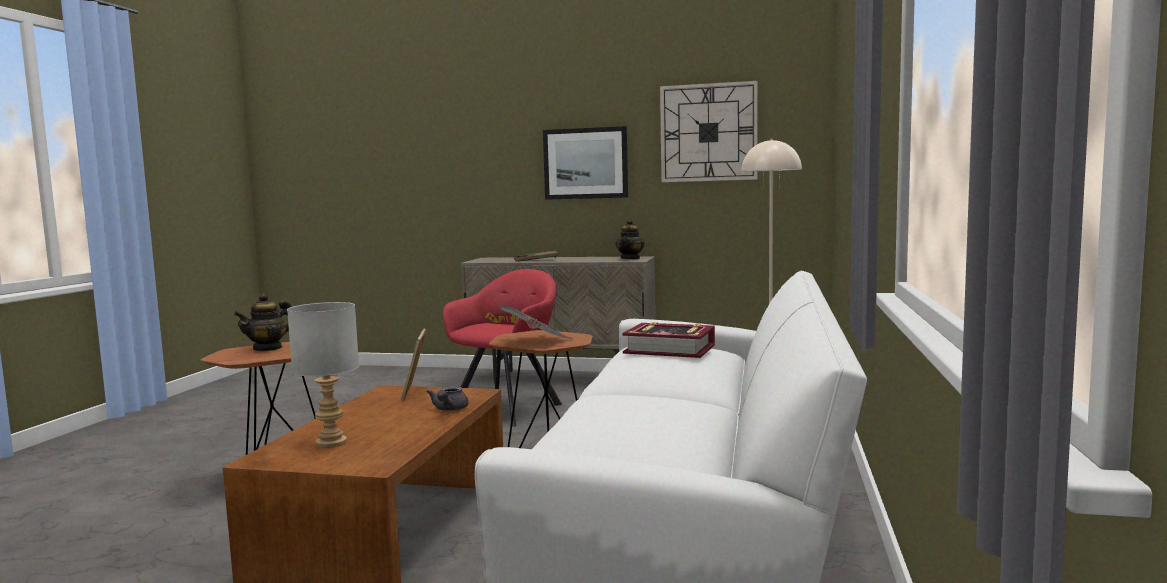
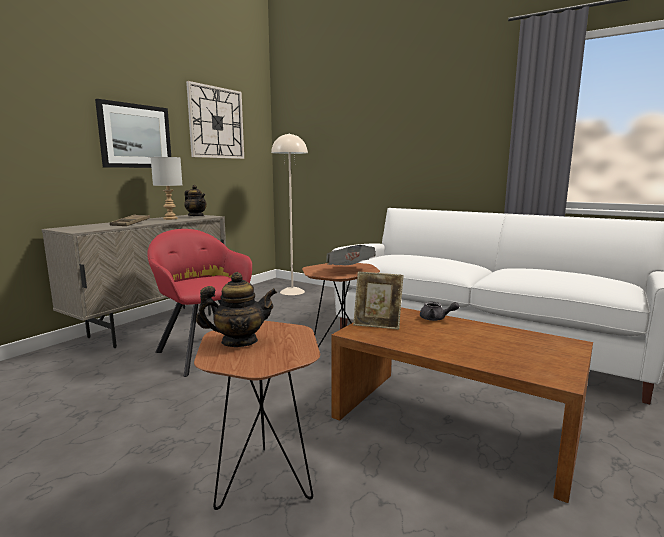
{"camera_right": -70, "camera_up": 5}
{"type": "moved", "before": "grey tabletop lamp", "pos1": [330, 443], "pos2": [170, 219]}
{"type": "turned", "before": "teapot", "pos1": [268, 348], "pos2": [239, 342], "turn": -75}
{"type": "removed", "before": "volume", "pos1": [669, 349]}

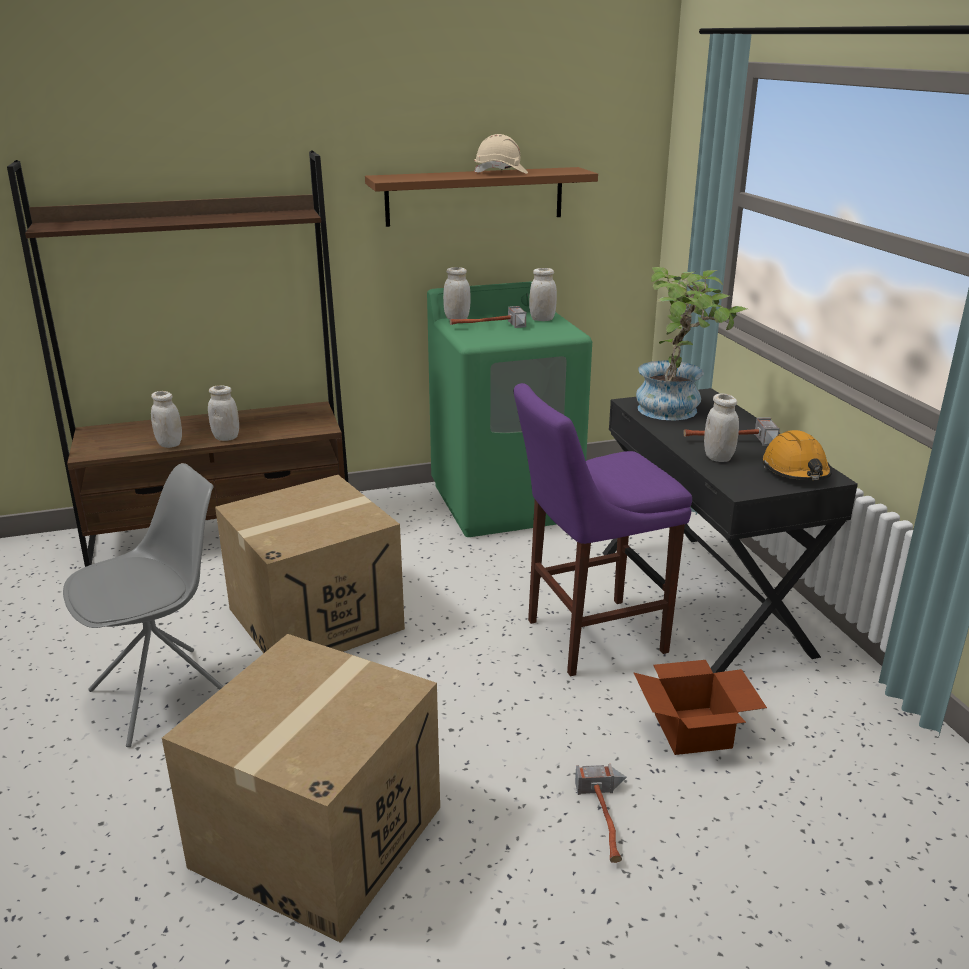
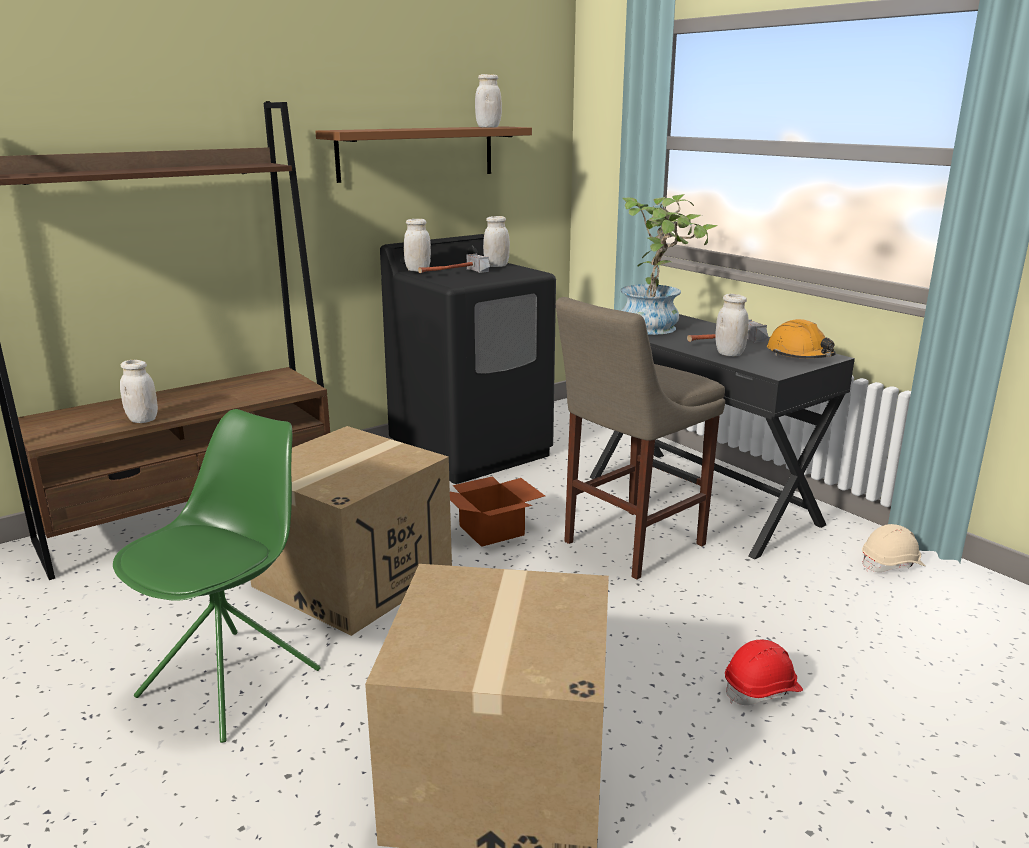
{"camera_right": -20, "camera_up": -5}
{"type": "recoloured", "before": "grey upright chair", "after": "greenish upright chair", "pos1": [166, 695], "pos2": [233, 681]}
{"type": "recoloured", "before": "greenish laundry appliance", "after": "blackish laundry appliance", "pos1": [506, 502], "pos2": [471, 450]}
{"type": "moved", "before": "cardboard box", "pos1": [695, 731], "pos2": [493, 530]}
{"type": "moved", "before": "white preserve jar", "pos1": [226, 437], "pos2": [488, 127]}
{"type": "recoloured", "before": "purplish stool", "after": "beige stool", "pos1": [589, 637], "pos2": [628, 545]}
{"type": "replaced", "before": "hammer", "after": "reddish work helmet", "pos1": [610, 822], "pos2": [762, 690]}
{"type": "moved", "before": "beige work helmet", "pos1": [501, 173], "pos2": [892, 564]}

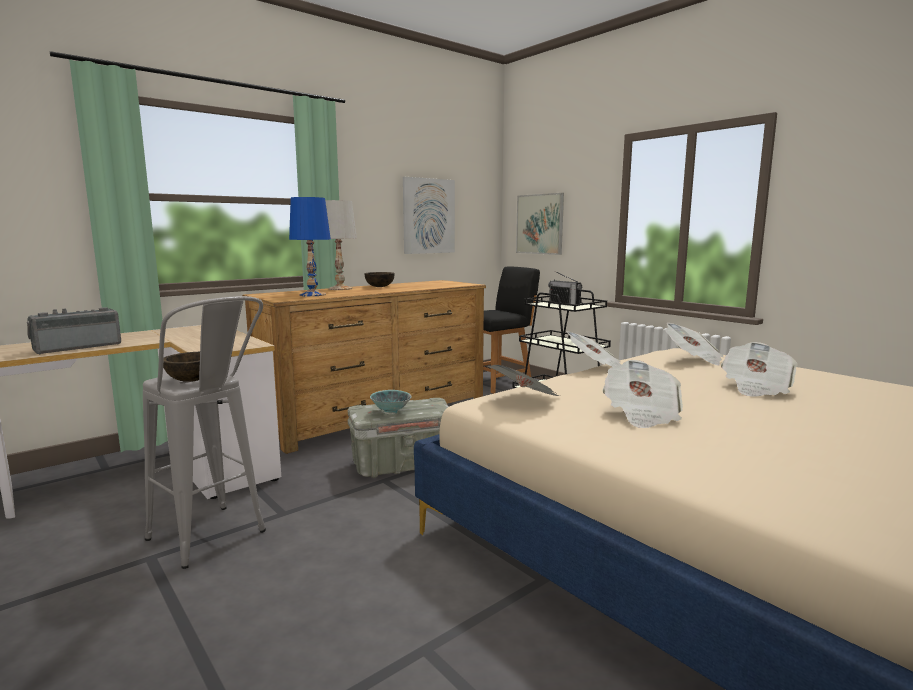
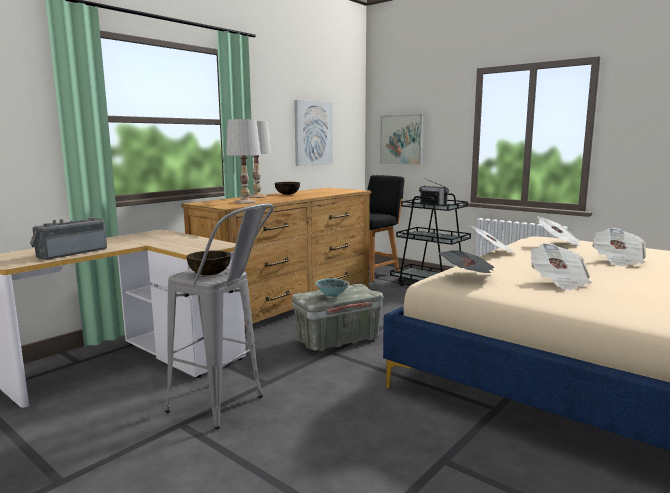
{"camera_right": -10, "camera_up": 0}
{"type": "recoloured", "before": "blue tabletop lamp", "after": "white tabletop lamp", "pos1": [312, 295], "pos2": [245, 202]}

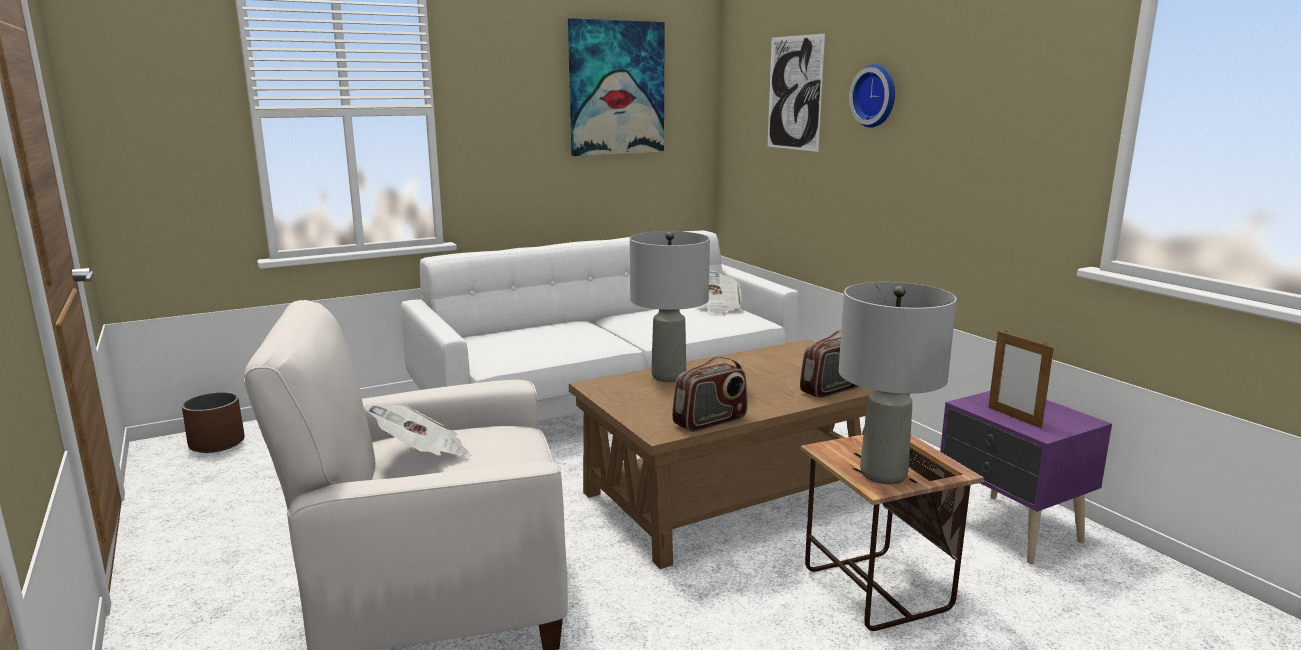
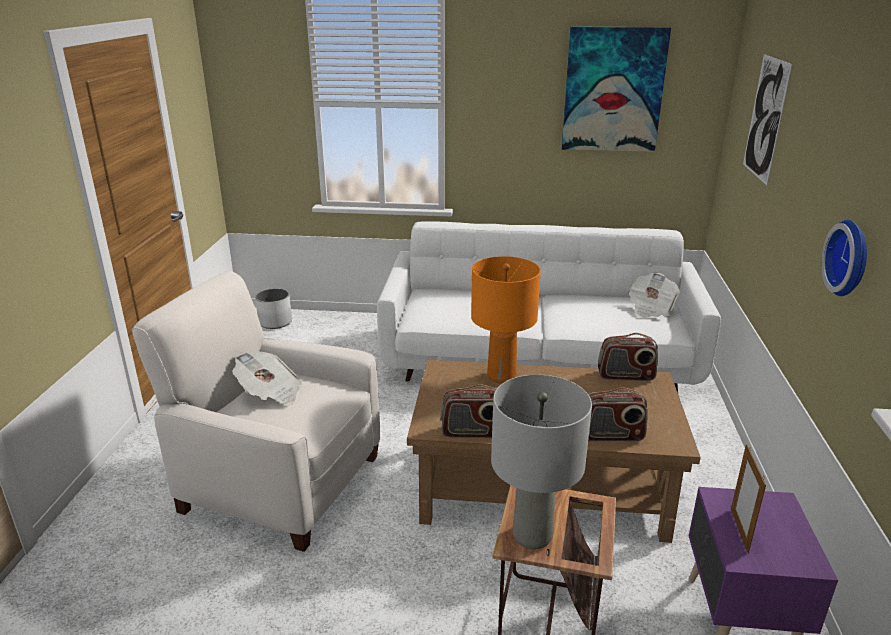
{"camera_right": 35, "camera_up": 10}
{"type": "recoloured", "before": "brownish plant pot", "after": "white plant pot", "pos1": [217, 443], "pos2": [275, 322]}
{"type": "recoloured", "before": "grey tabletop lamp", "after": "orange tabletop lamp", "pos1": [669, 376], "pos2": [502, 376]}
{"type": "added", "after": "radio receiver", "pos2": [625, 376]}
{"type": "moved", "before": "clock on the wall", "pos1": [876, 96], "pos2": [851, 258]}

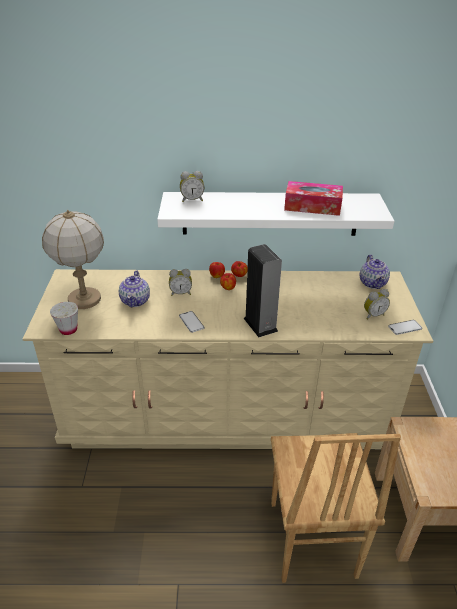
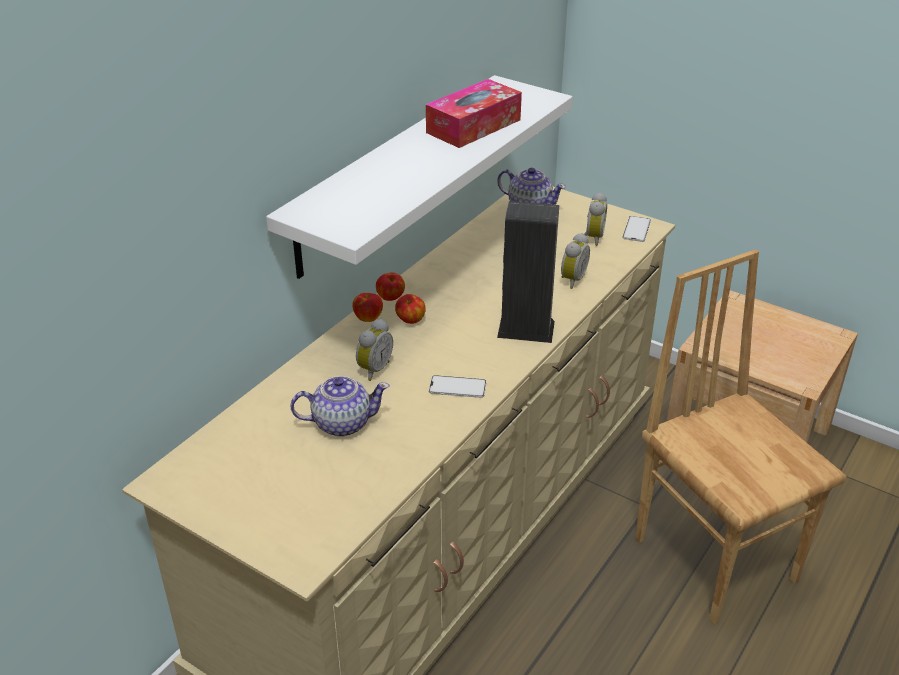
{"camera_right": -55, "camera_up": 0}
{"type": "turned", "before": "teapot", "pos1": [135, 300], "pos2": [341, 423], "turn": -45}
{"type": "moved", "before": "alarm clock", "pos1": [192, 200], "pos2": [571, 280]}
{"type": "turned", "before": "brownish upright chair", "pos1": [310, 539], "pos2": [716, 557], "turn": -150}
{"type": "removed", "before": "tabletop lamp", "pos1": [85, 299]}
{"type": "removed", "before": "white drinking cup", "pos1": [68, 330]}

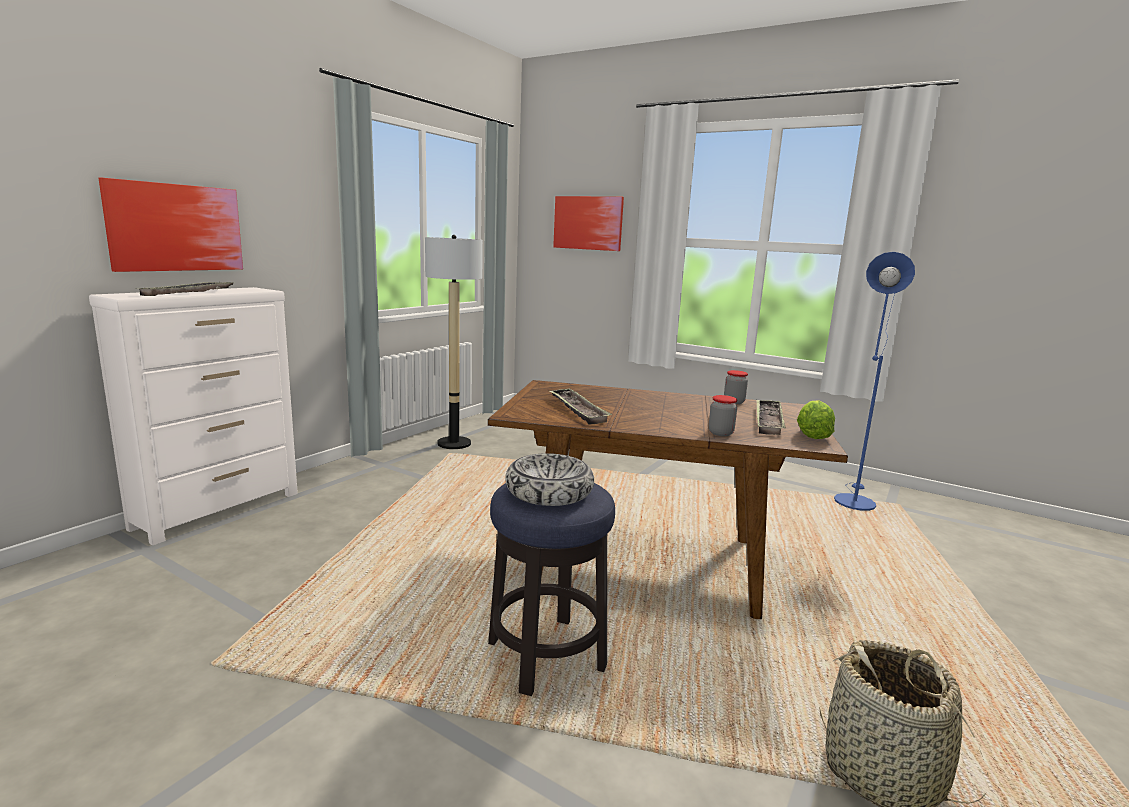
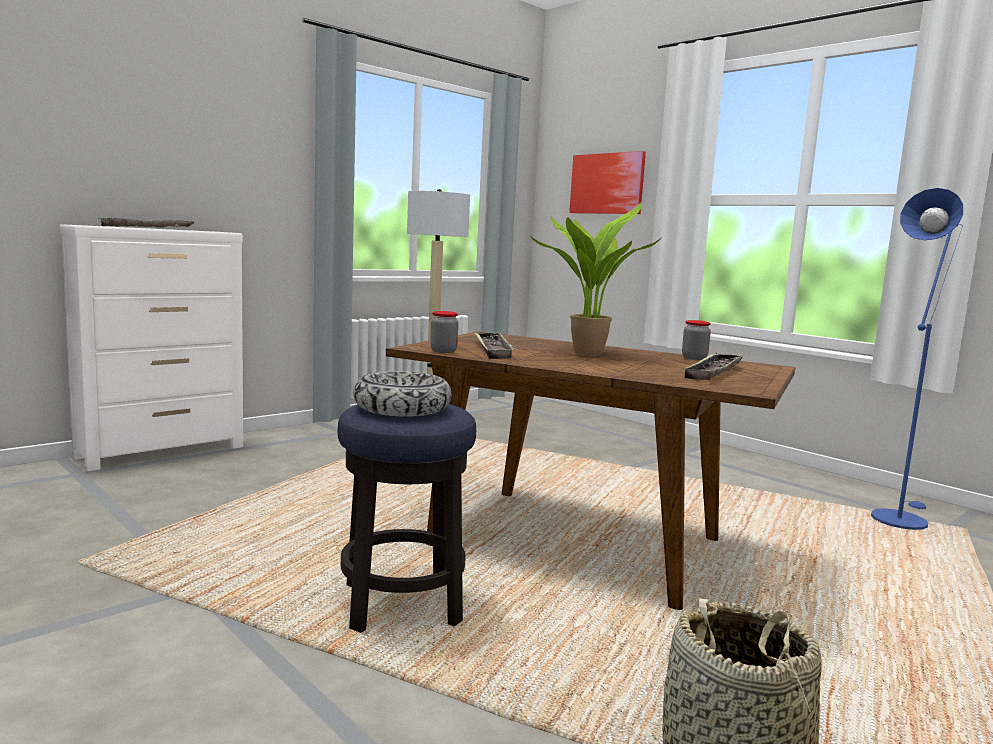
{"camera_right": 15, "camera_up": -5}
{"type": "moved", "before": "preserve jar", "pos1": [720, 433], "pos2": [443, 351]}
{"type": "added", "after": "potted plant", "pos2": [586, 354]}
{"type": "removed", "before": "picture", "pos1": [176, 227]}
{"type": "removed", "before": "lettuce head", "pos1": [812, 435]}

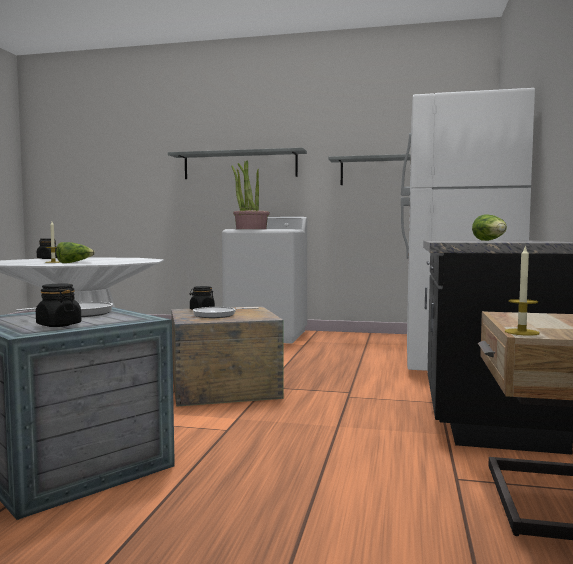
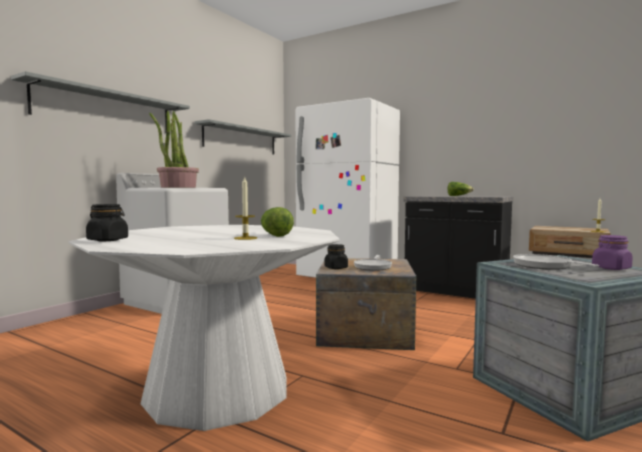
{"camera_right": -70, "camera_up": 0}
{"type": "recoloured", "before": "blackish preserve jar", "after": "purplish preserve jar", "pos1": [58, 325], "pos2": [611, 268]}

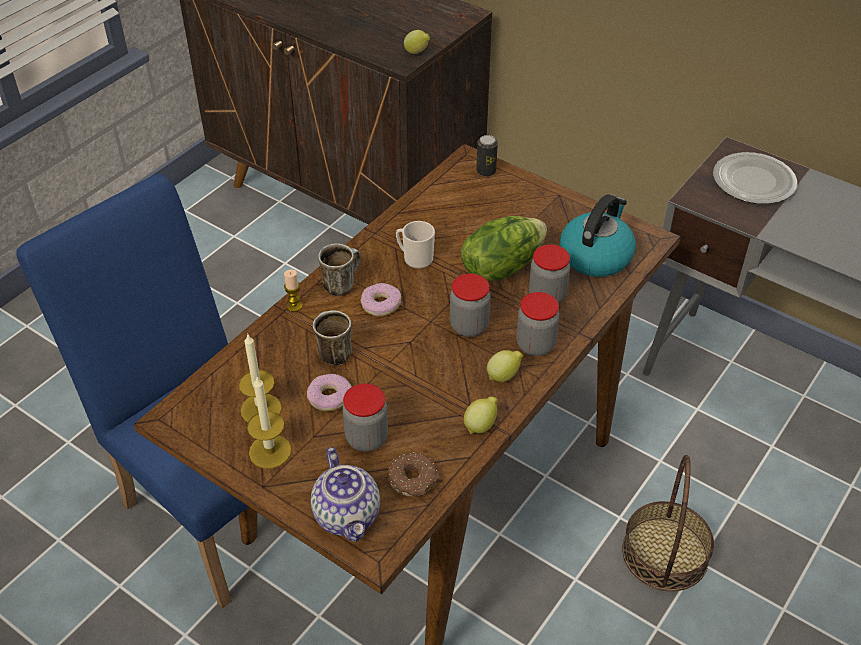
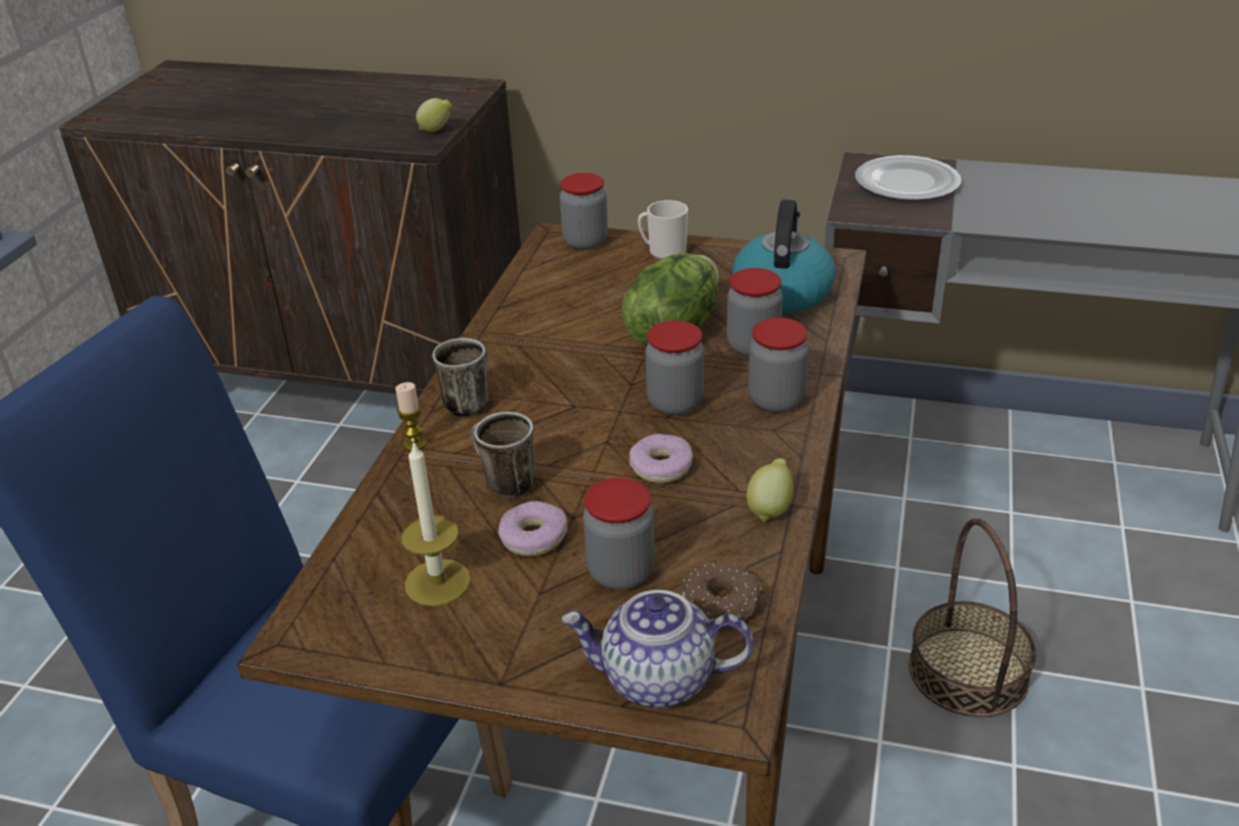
{"camera_right": -20, "camera_up": -10}
{"type": "replaced", "before": "can", "after": "preserve jar", "pos1": [486, 171], "pos2": [585, 242]}
{"type": "turned", "before": "teapot", "pos1": [348, 515], "pos2": [657, 680], "turn": 135}
{"type": "moved", "before": "doughnut", "pos1": [380, 304], "pos2": [661, 467]}
{"type": "moved", "before": "coffee mug", "pos1": [415, 258], "pos2": [663, 252]}
{"type": "removed", "before": "wax candle", "pos1": [270, 451]}
{"type": "removed", "before": "citrus fruit", "pos1": [504, 376]}

